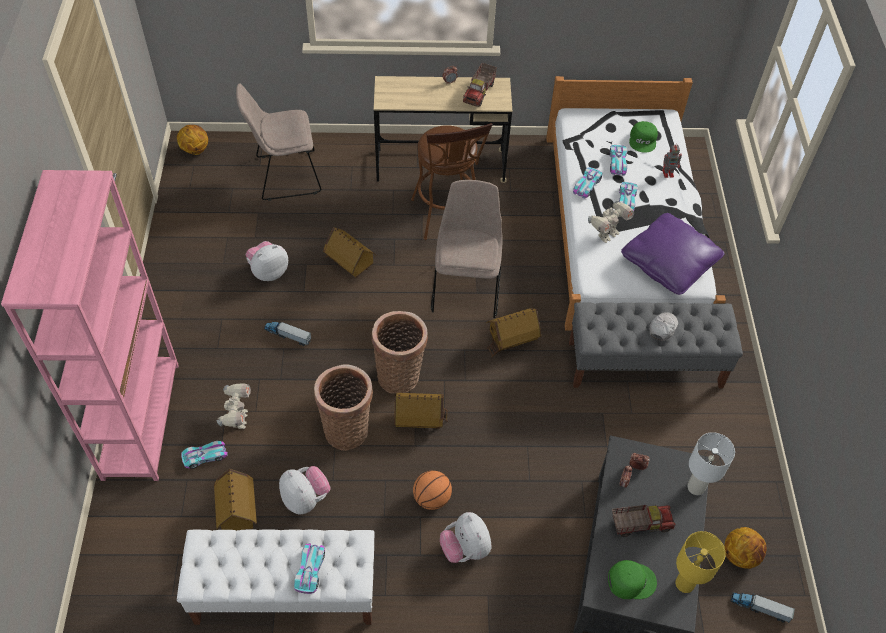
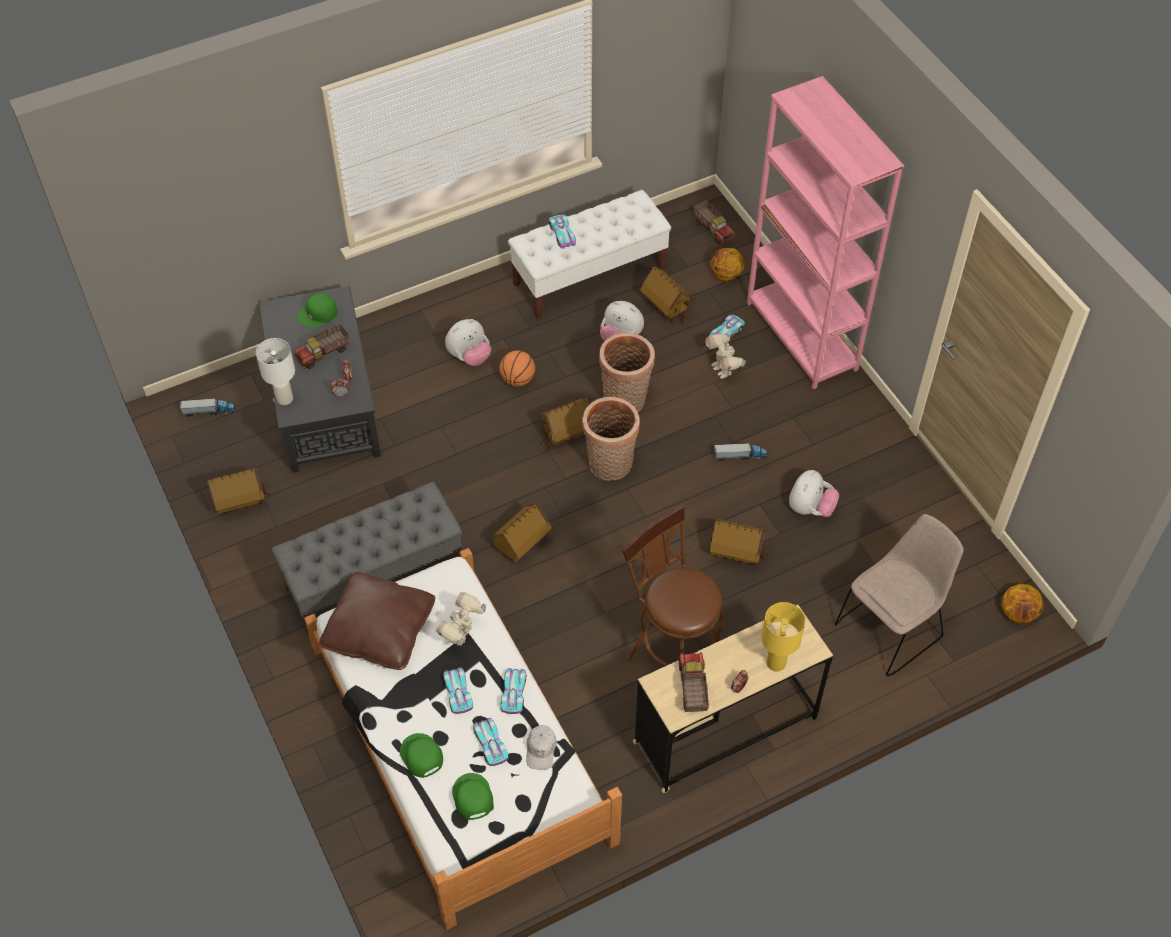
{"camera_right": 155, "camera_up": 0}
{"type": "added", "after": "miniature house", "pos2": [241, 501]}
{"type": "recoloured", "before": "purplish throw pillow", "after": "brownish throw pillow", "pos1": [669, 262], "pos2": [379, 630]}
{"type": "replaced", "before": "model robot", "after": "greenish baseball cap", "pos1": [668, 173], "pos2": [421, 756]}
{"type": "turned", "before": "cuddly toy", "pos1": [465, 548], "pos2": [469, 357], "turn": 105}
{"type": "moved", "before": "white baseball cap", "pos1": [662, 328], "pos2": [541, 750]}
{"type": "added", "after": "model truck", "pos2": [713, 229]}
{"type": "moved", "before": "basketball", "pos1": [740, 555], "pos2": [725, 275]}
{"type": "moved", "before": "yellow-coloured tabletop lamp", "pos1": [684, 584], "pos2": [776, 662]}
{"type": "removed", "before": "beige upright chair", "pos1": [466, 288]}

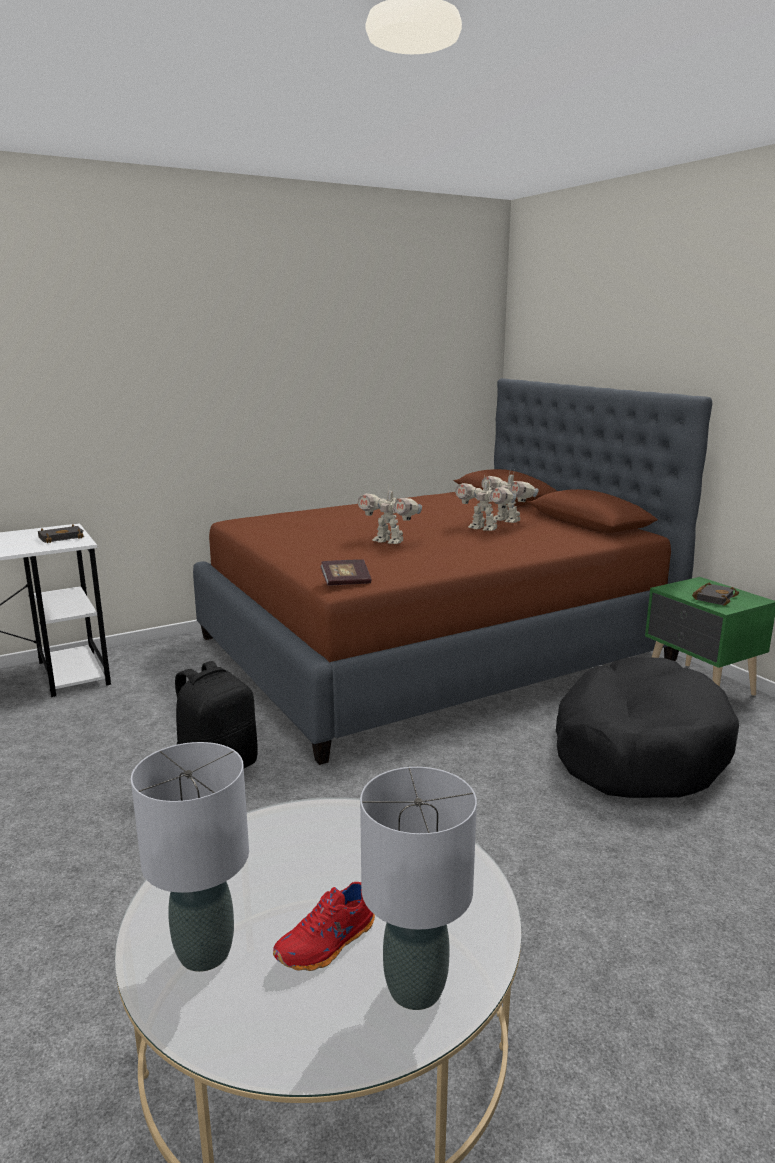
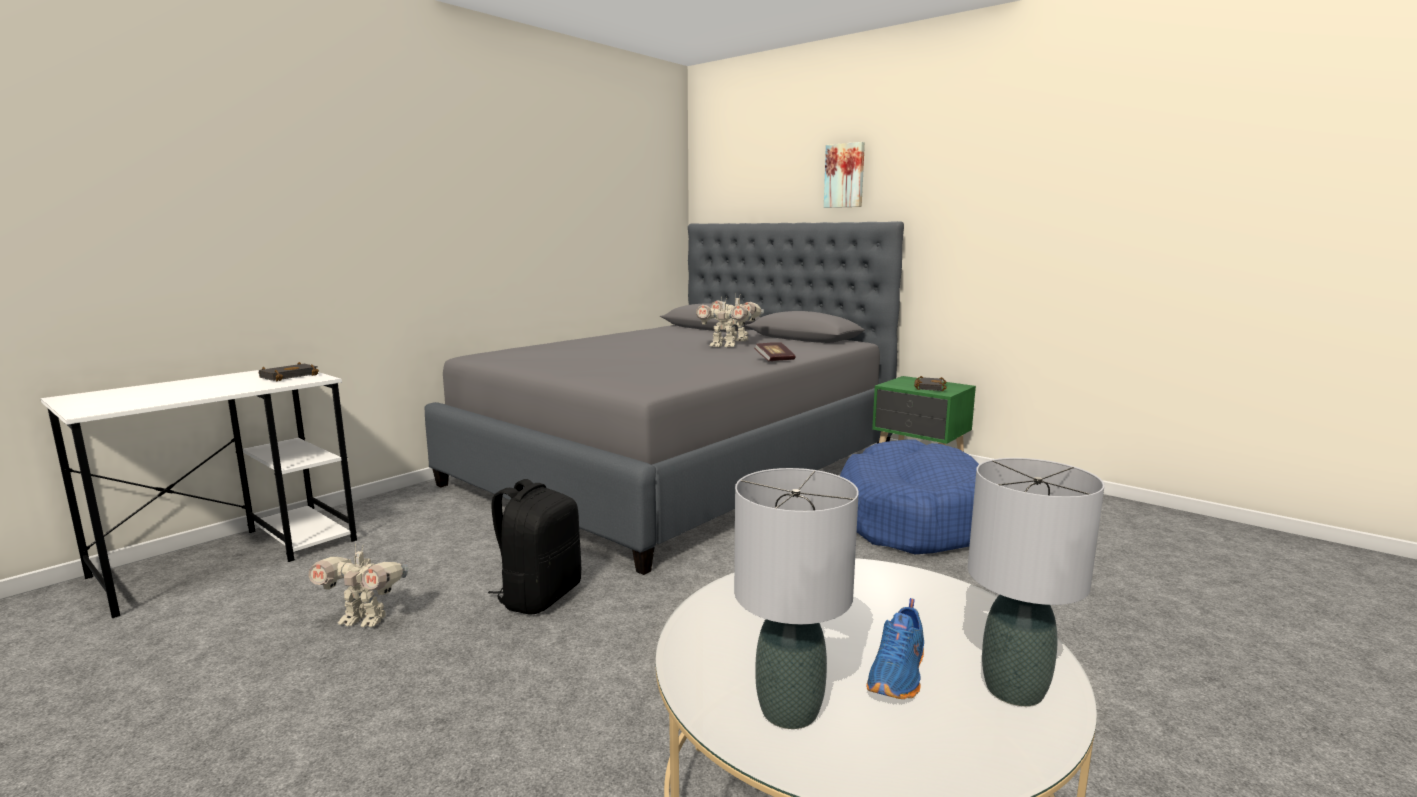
{"camera_right": -20, "camera_up": -5}
{"type": "moved", "before": "model robot", "pos1": [389, 541], "pos2": [364, 620]}
{"type": "recoloured", "before": "brownish bedroom bed", "after": "grey bedroom bed", "pos1": [432, 648], "pos2": [678, 467]}
{"type": "moved", "before": "volume", "pos1": [346, 582], "pos2": [775, 360]}
{"type": "added", "after": "picture", "pos2": [845, 175]}
{"type": "recoloured", "before": "blackish dog bed", "after": "blue dog bed", "pos1": [638, 749], "pos2": [910, 518]}
{"type": "recoloured", "before": "reddish low shoe", "after": "blue low shoe", "pos1": [328, 944], "pos2": [899, 674]}

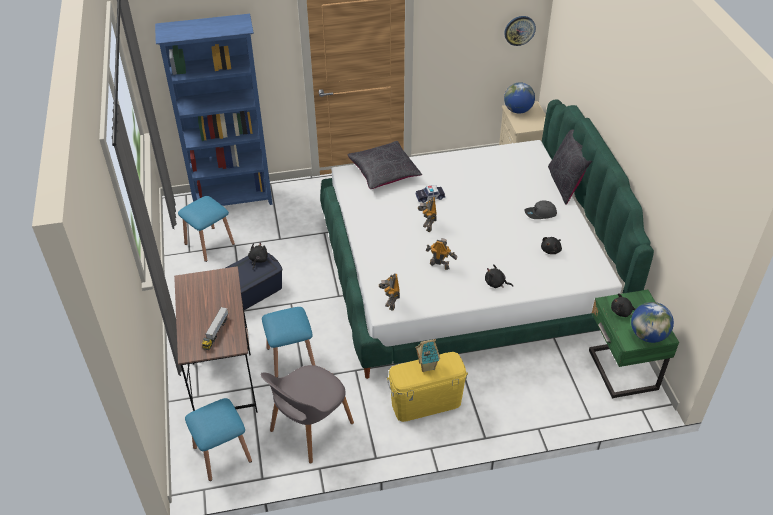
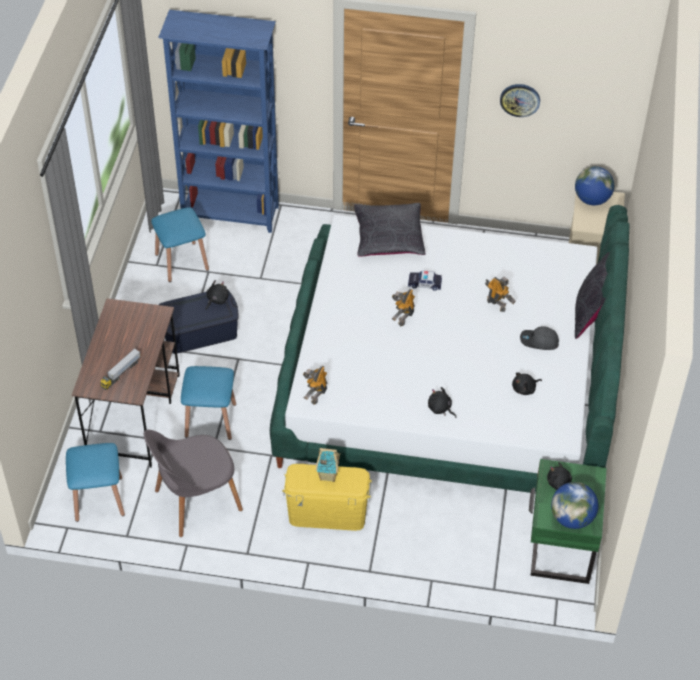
{"camera_right": 20, "camera_up": 5}
{"type": "moved", "before": "model robot", "pos1": [439, 265], "pos2": [496, 304]}
{"type": "moved", "before": "clock on the wall", "pos1": [519, 30], "pos2": [520, 99]}

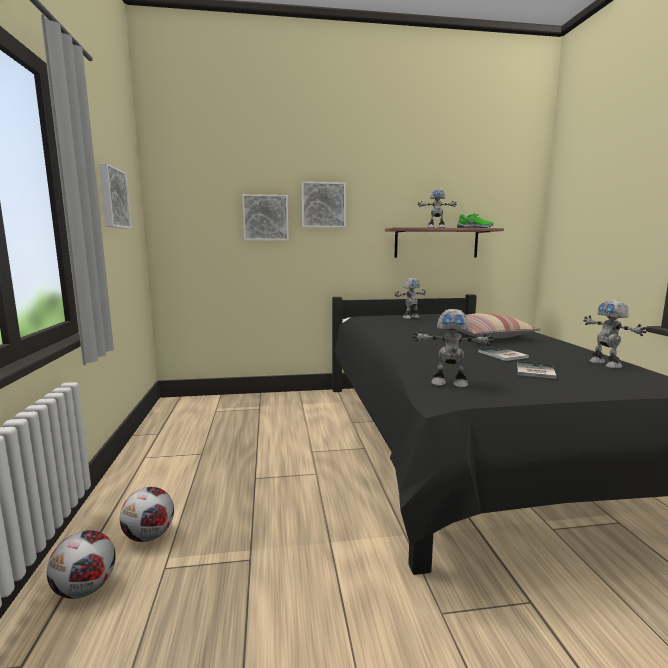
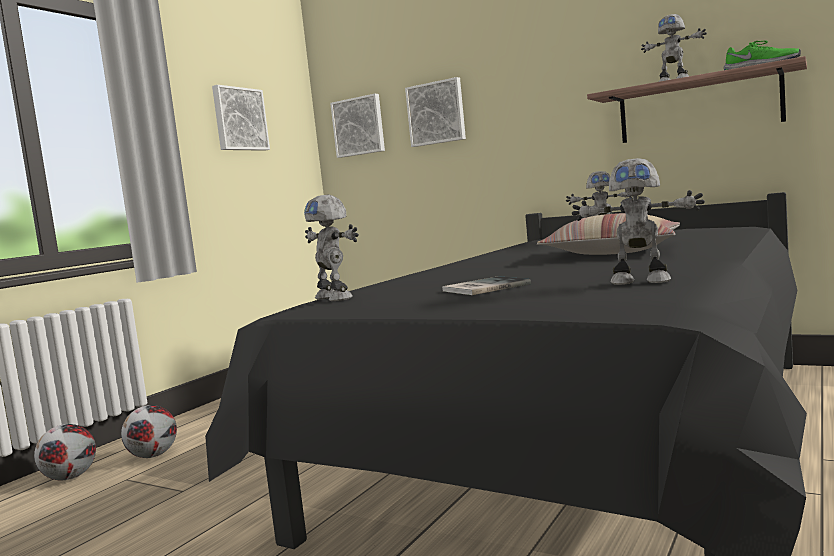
{"camera_right": 40, "camera_up": -5}
{"type": "moved", "before": "picture", "pos1": [323, 205], "pos2": [359, 126]}
{"type": "turned", "before": "model robot", "pos1": [606, 364], "pos2": [640, 281], "turn": -90}
{"type": "removed", "before": "volume", "pos1": [502, 355]}

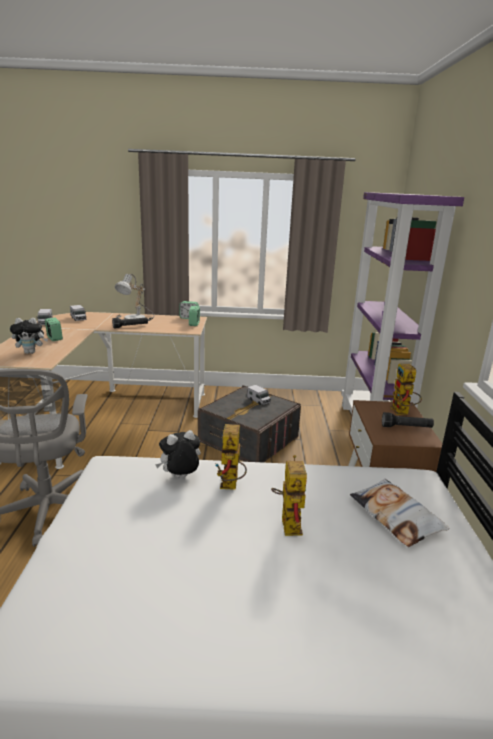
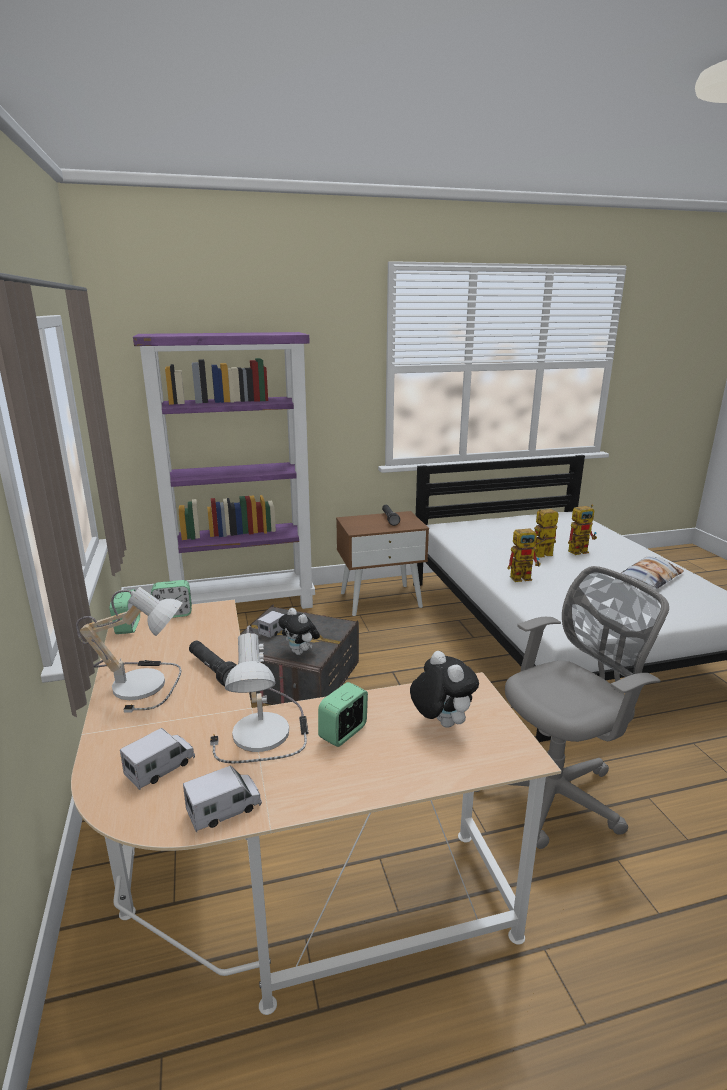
{"camera_right": -105, "camera_up": 0}
{"type": "added", "after": "tabletop lamp", "pos2": [267, 735]}
{"type": "moved", "before": "cuddly toy", "pos1": [180, 477], "pos2": [300, 652]}
{"type": "moved", "before": "model robot", "pos1": [402, 412], "pos2": [580, 550]}
{"type": "moved", "before": "throw pillow", "pos1": [396, 516], "pos2": [651, 577]}

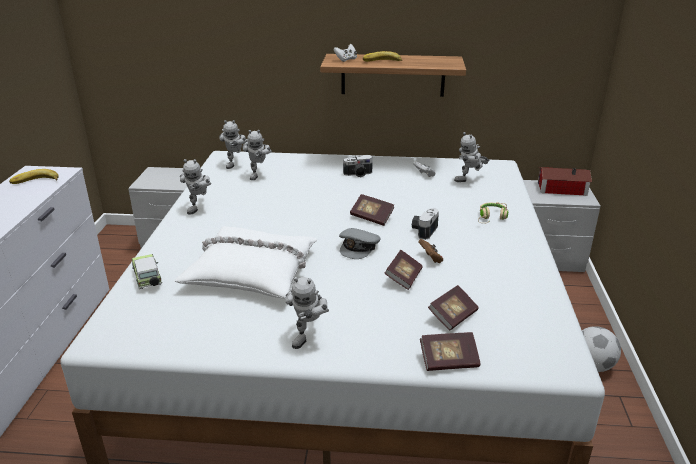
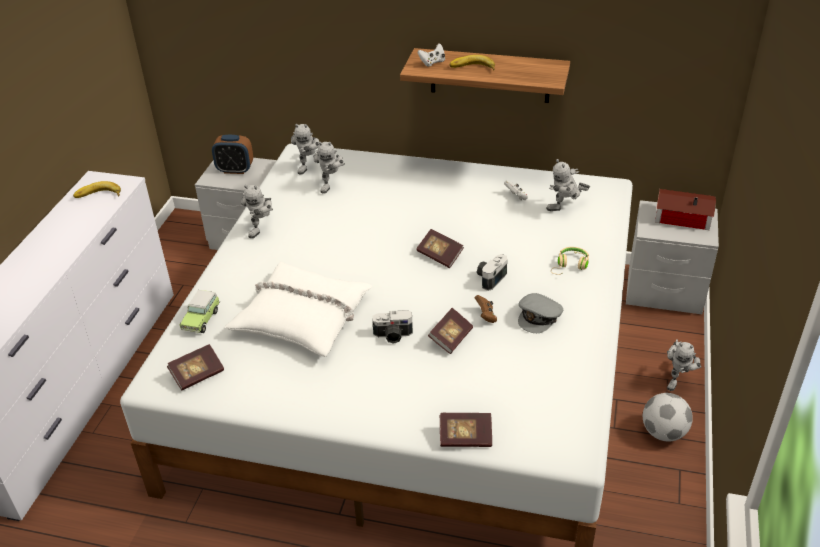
{"camera_right": 10, "camera_up": 10}
{"type": "moved", "before": "volume", "pos1": [453, 316], "pos2": [197, 375]}
{"type": "turned", "before": "miniature car", "pos1": [148, 280], "pos2": [202, 319], "turn": -150}
{"type": "added", "after": "alarm clock", "pos2": [235, 170]}
{"type": "moved", "before": "photo camera", "pos1": [358, 174], "pos2": [393, 336]}
{"type": "moved", "before": "grey baseball cap", "pos1": [359, 247], "pos2": [539, 316]}
{"type": "moved", "before": "model robot", "pos1": [309, 336], "pos2": [678, 380]}

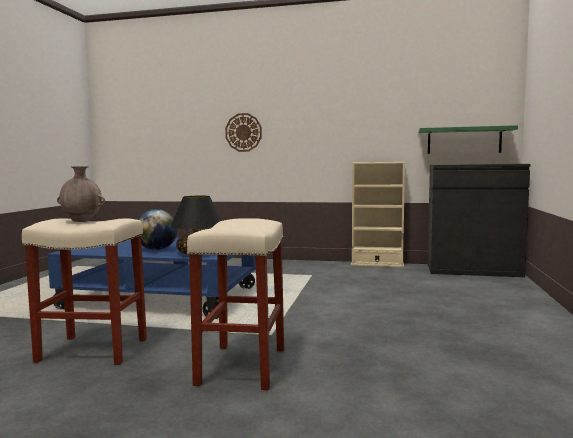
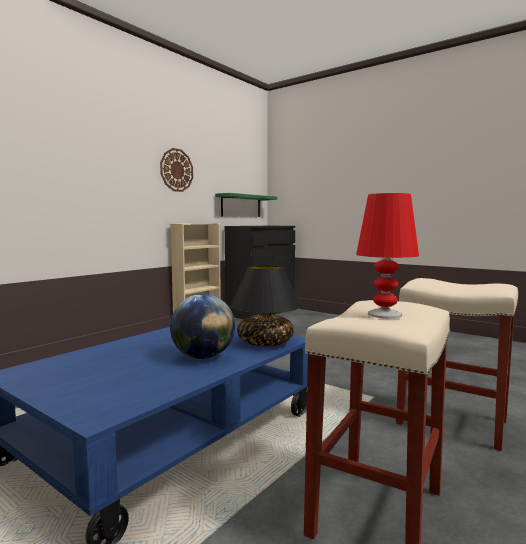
{"camera_right": -65, "camera_up": 0}
{"type": "moved", "before": "clock on the wall", "pos1": [243, 132], "pos2": [176, 170]}
{"type": "replaced", "before": "brownish decorative vase", "after": "reddish tabletop lamp", "pos1": [82, 221], "pos2": [384, 314]}

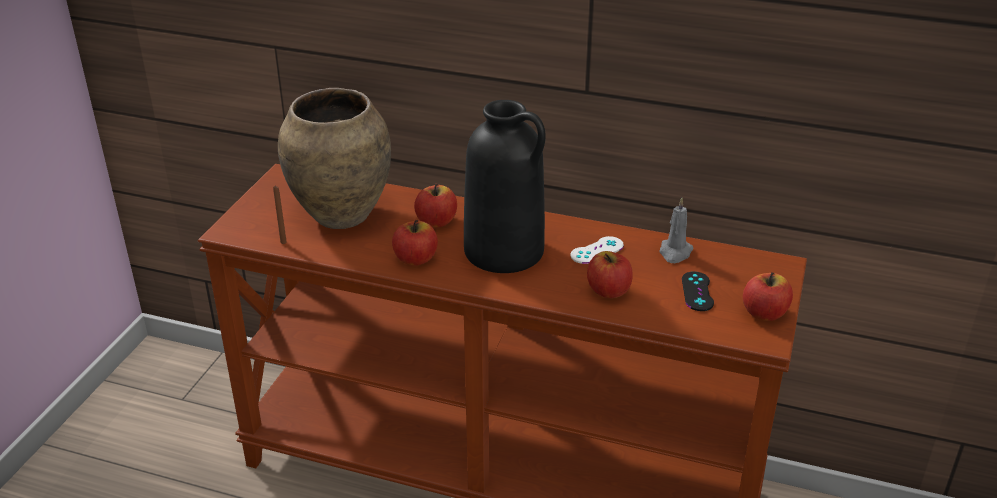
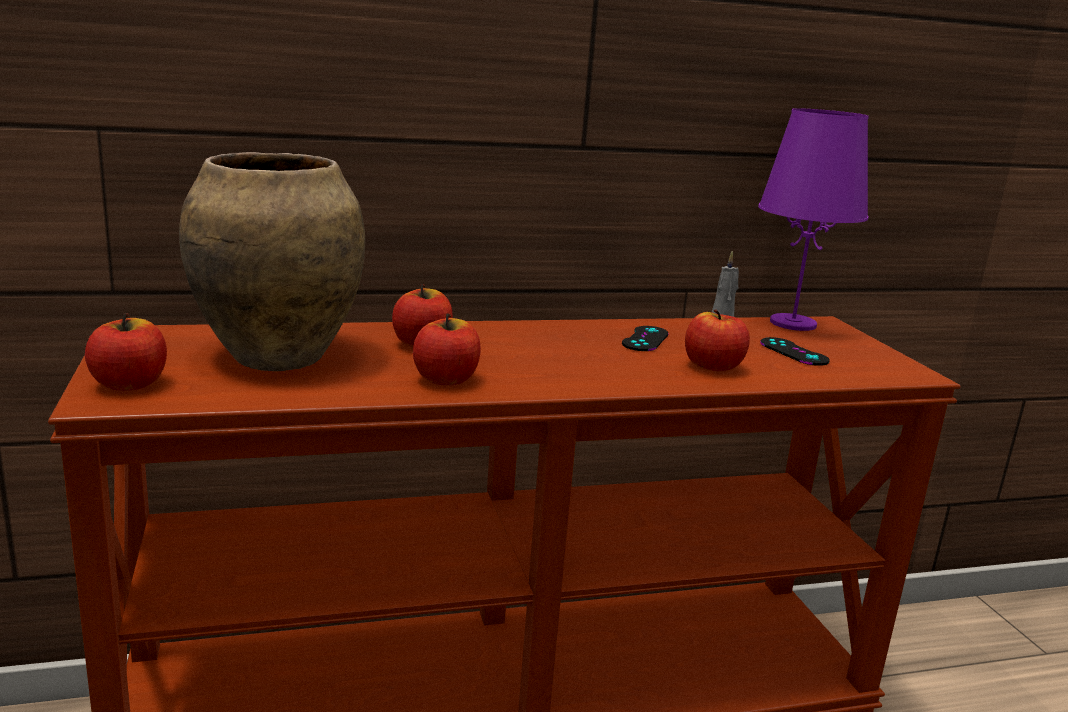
{"camera_right": -35, "camera_up": -15}
{"type": "moved", "before": "apple", "pos1": [764, 313], "pos2": [129, 384]}
{"type": "recoloured", "before": "white joypad", "after": "blackish joypad", "pos1": [597, 250], "pos2": [645, 339]}
{"type": "added", "after": "purplish tabletop lamp", "pos2": [792, 323]}
{"type": "removed", "before": "brownish wax candle", "pos1": [283, 242]}
{"type": "removed", "before": "blackish decorative vase", "pos1": [505, 251]}

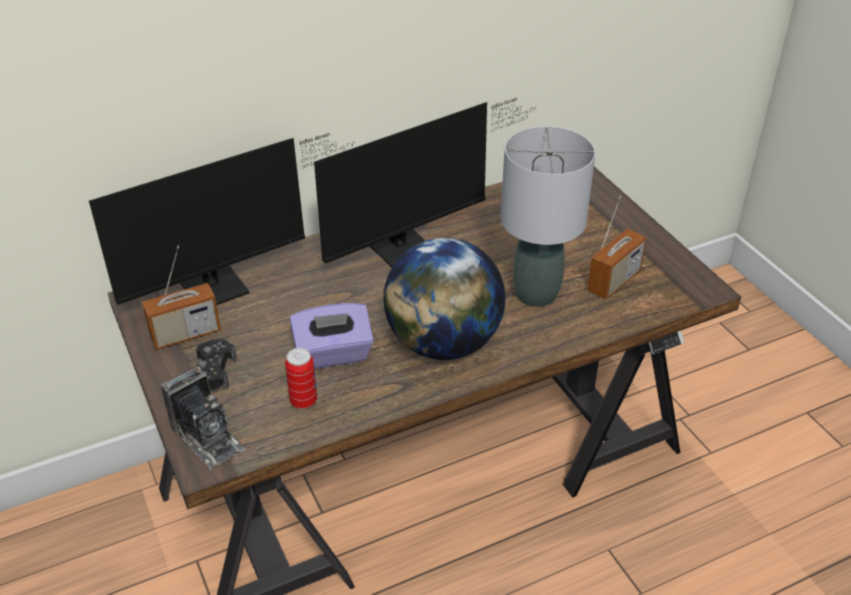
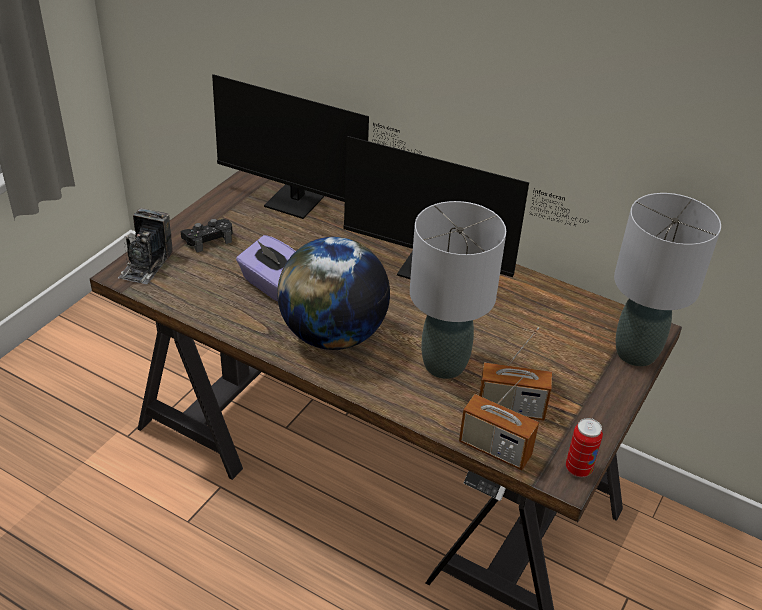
{"camera_right": 55, "camera_up": 0}
{"type": "moved", "before": "radio receiver", "pos1": [185, 334], "pos2": [495, 449]}
{"type": "moved", "before": "can", "pos1": [303, 401], "pos2": [578, 469]}
{"type": "added", "after": "grey tabletop lamp", "pos2": [635, 352]}

